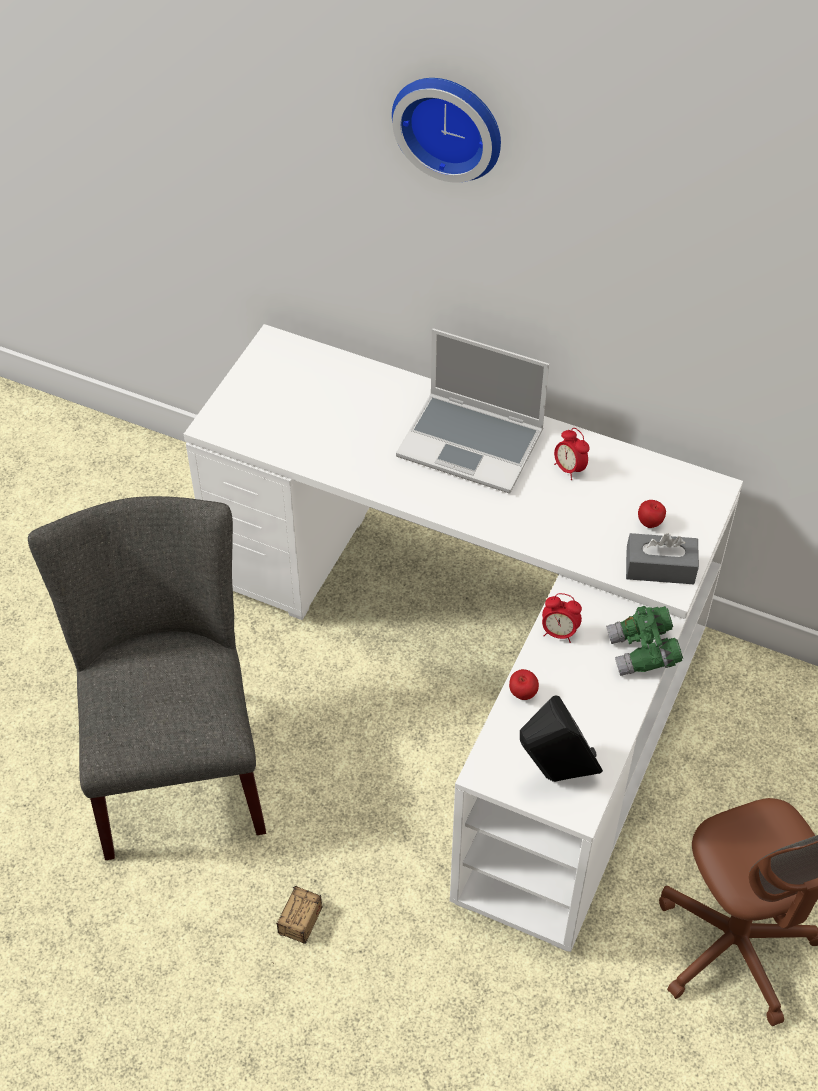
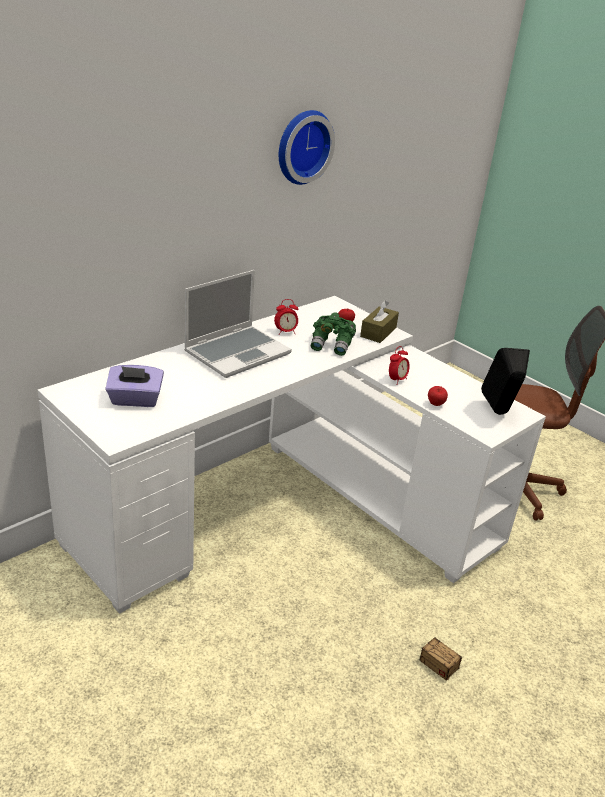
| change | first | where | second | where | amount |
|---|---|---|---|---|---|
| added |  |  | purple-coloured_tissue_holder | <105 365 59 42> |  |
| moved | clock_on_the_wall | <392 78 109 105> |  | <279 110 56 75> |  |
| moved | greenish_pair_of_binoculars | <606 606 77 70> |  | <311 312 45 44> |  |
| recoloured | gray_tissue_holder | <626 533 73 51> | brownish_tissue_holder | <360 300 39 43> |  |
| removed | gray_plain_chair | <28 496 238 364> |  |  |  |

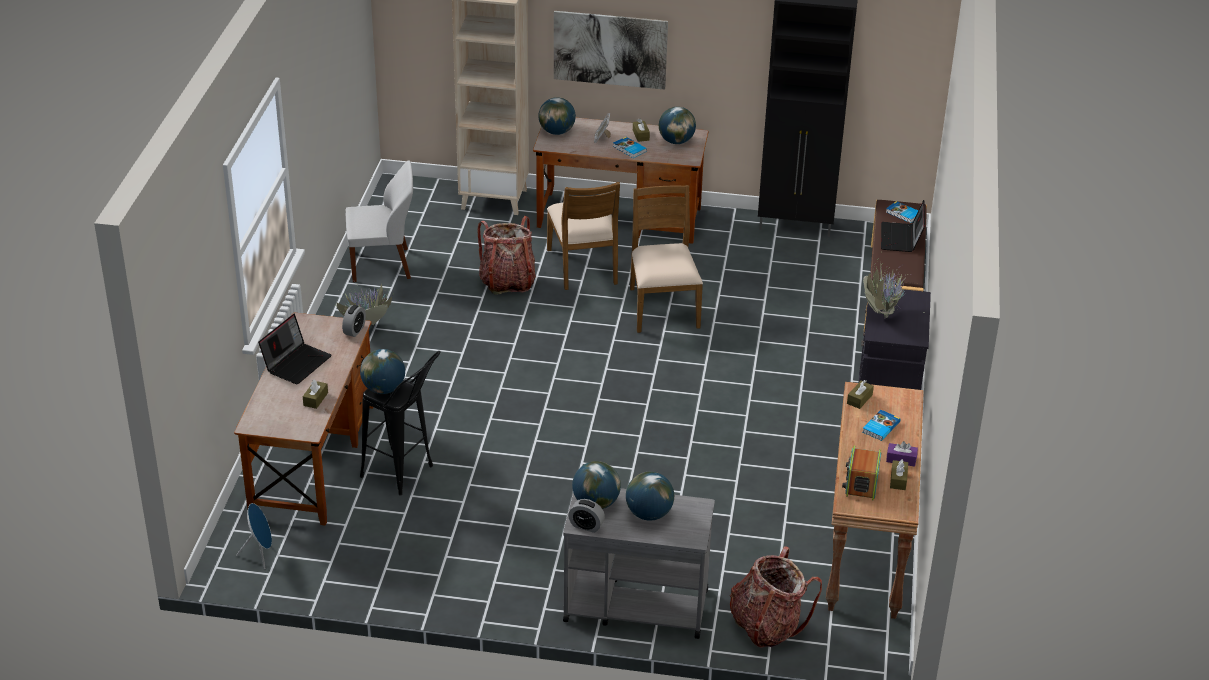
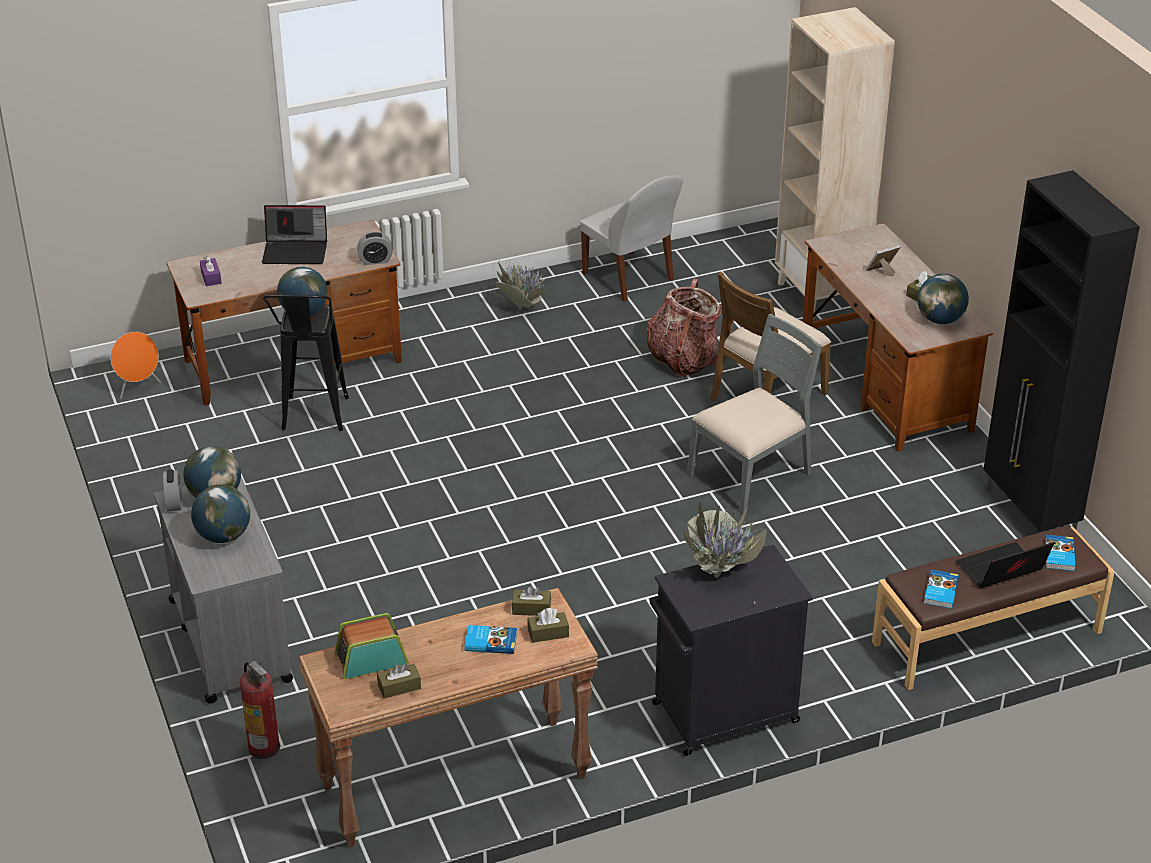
| change | first | where | second | where | amount |
|---|---|---|---|---|---|
| recoloured | blue-coloured_speaker | <236 503 36 66> | orange-coloured_speaker | <110 332 51 67> |  |
| moved | purple-coloured_tissue_holder | <886 441 32 26> |  | <200 256 22 30> |  |
| replaced | rucksack | <730 546 92 102> | fire_extinguisher | <240 661 40 98> |  |
| moved | brownish_tissue_holder | <303 379 25 30> |  | <528 608 41 35> |  |
| recoloured | brownish_plain_chair | <630 185 73 148> | gray_plain_chair | <687 314 135 201> |  |
| moved | book | <613 137 34 21> |  | <924 570 35 38> |  |
| removed | world_globe | <538 97 38 38> |  |  |  |
| removed | picture | <554 11 114 79> |  |  |  |

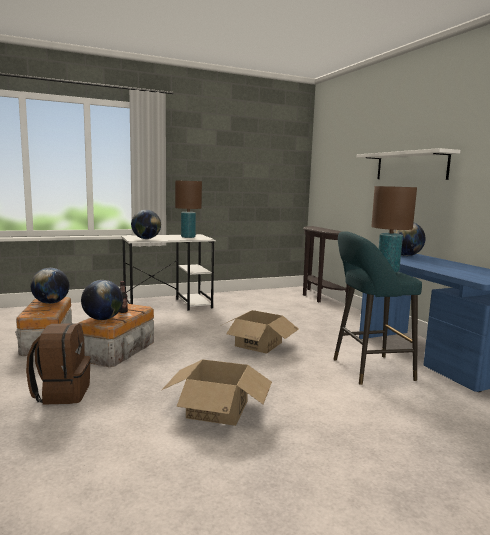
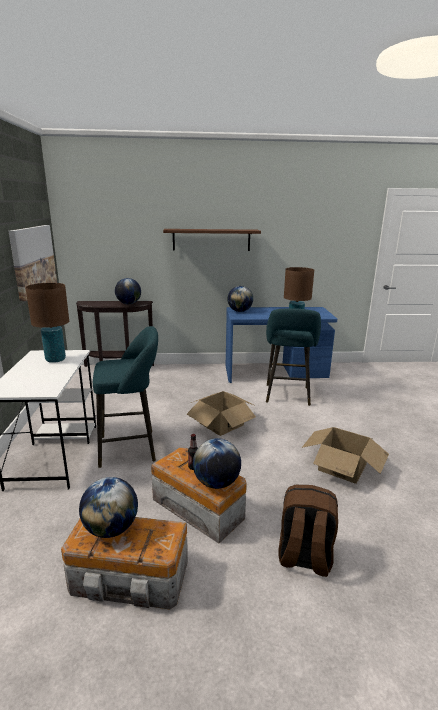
| change | first | where | second | where | amount |
|---|---|---|---|---|---|
| added |  |  | picture | <8 225 49 76> |  |
| added |  |  | blue-green_sitting_stool | <93 326 65 142> |  |
| moved | world_globe | <131 210 30 29> |  | <115 278 26 26> |  |
| recoloured | white_wall_shelf | <356 148 104 32> | brownish_wall_shelf | <163 229 98 22> |  |

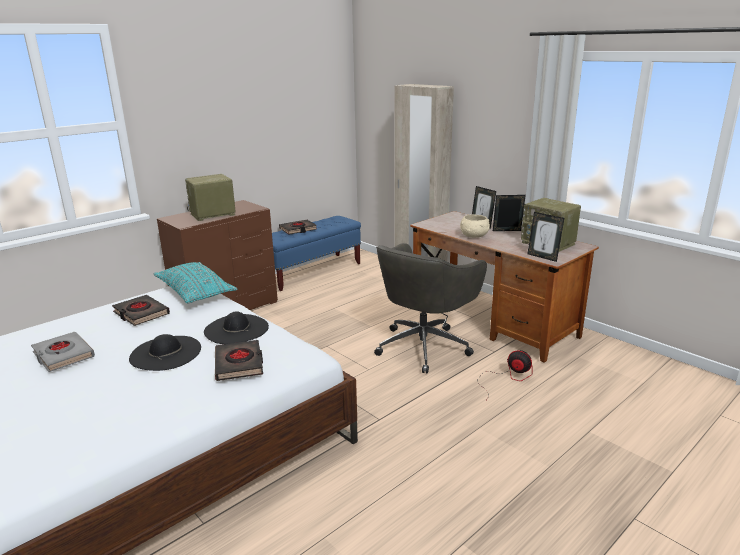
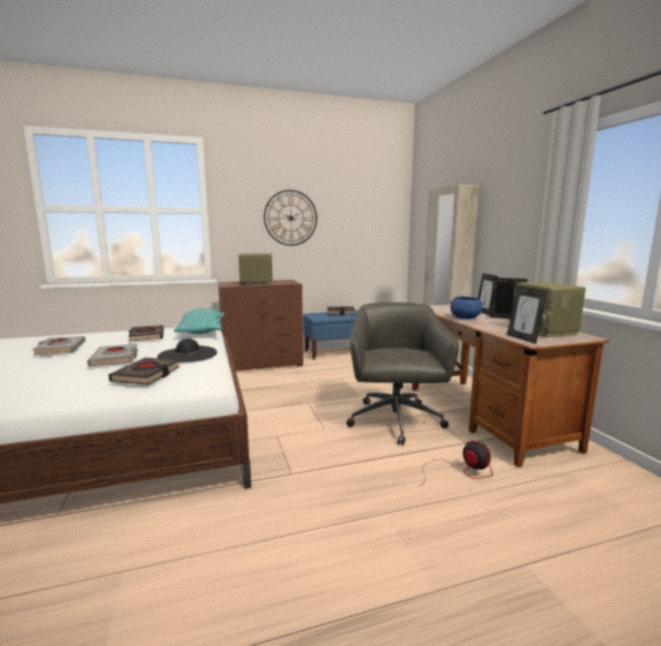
| change | first | where | second | where | amount |
|---|---|---|---|---|---|
| replaced | black_clothing_hat | <129 334 72 37> | gray_book | <87 344 51 23> |  |
| added |  |  | clock_on_the_wall | <264 190 53 56> |  |
| turned | gray_office_chair | <374 243 113 131> |  | <347 302 112 143> | 120 degrees clockwise |
| recoloured | beige-coloured_deep_dish | <460 215 30 23> | blue-coloured_deep_dish | <450 296 33 23> |  |

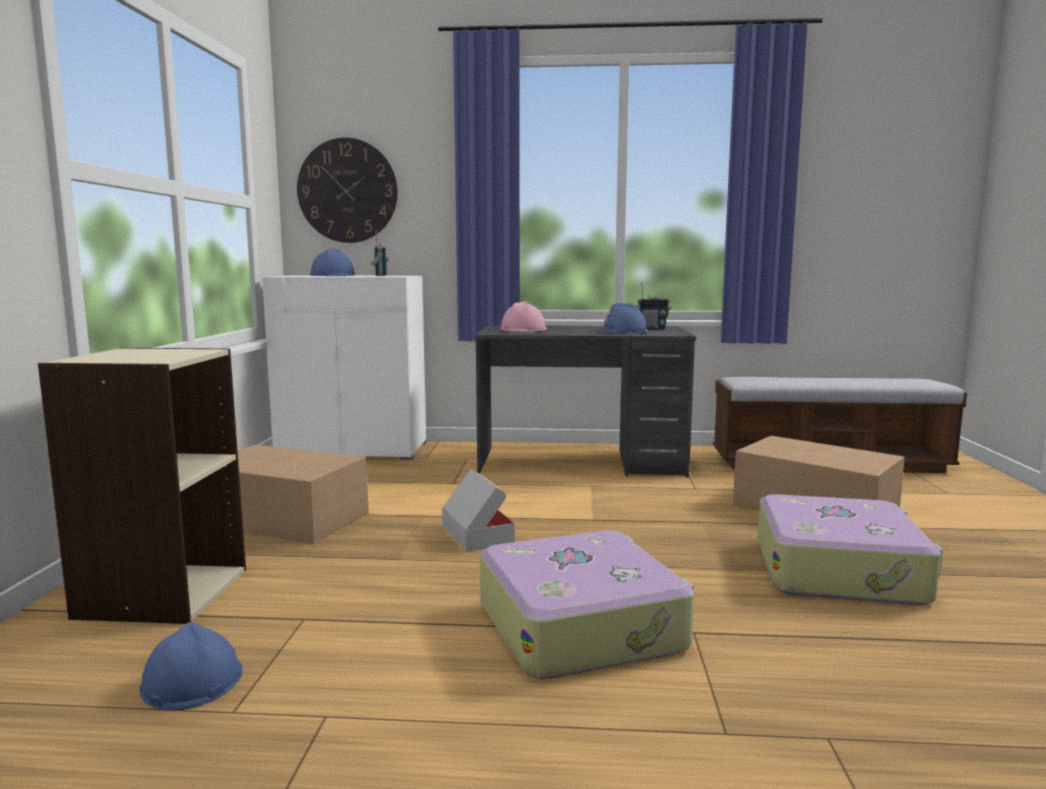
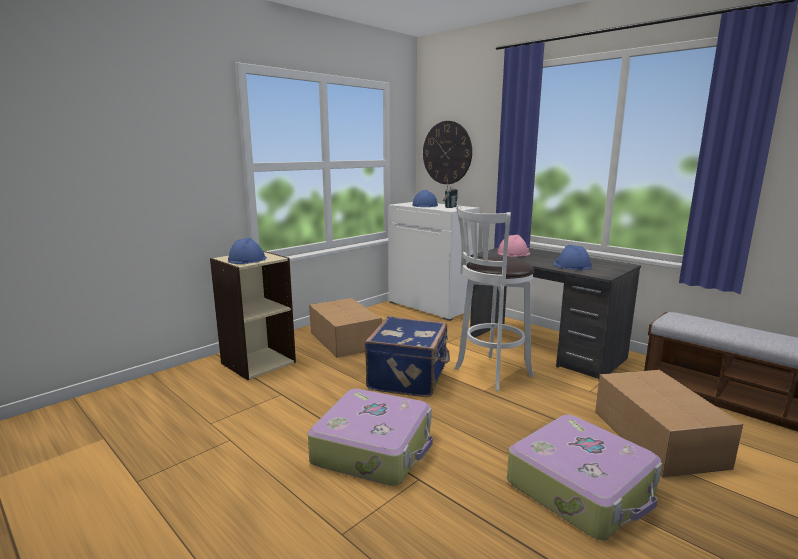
| change | first | where | second | where | amount |
|---|---|---|---|---|---|
| moved | blue-coloured_hard_hat | <140 622 103 89> |  | <228 238 39 26> |  |
| replaced | packing_box | <442 469 73 83> | blue-coloured_piece_of_luggage | <365 316 85 81> |  |
| added |  |  | white_sitting_stool | <455 205 79 186> |  |
| removed | radio_receiver | <636 282 35 48> |  |  |  |

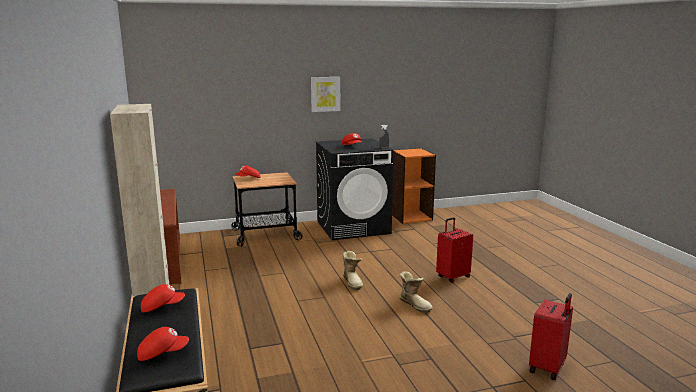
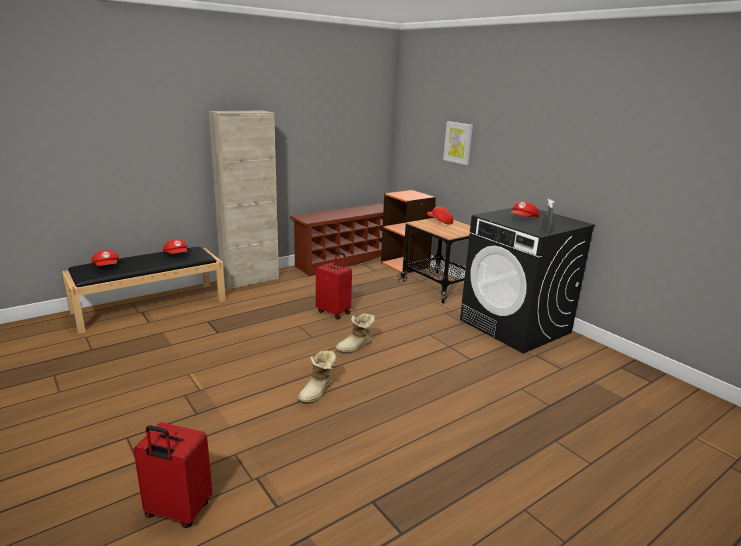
| change | first | where | second | where | amount |
|---|---|---|---|---|---|
| moved | red-coloured_piece_of_luggage | <436 217 37 66> |  | <316 251 36 69> |  |
| moved | orange-coloured_bookcase | <392 148 44 76> |  | <381 190 55 83> |  |
| moved | picture | <311 77 29 35> |  | <443 121 30 44> |  |

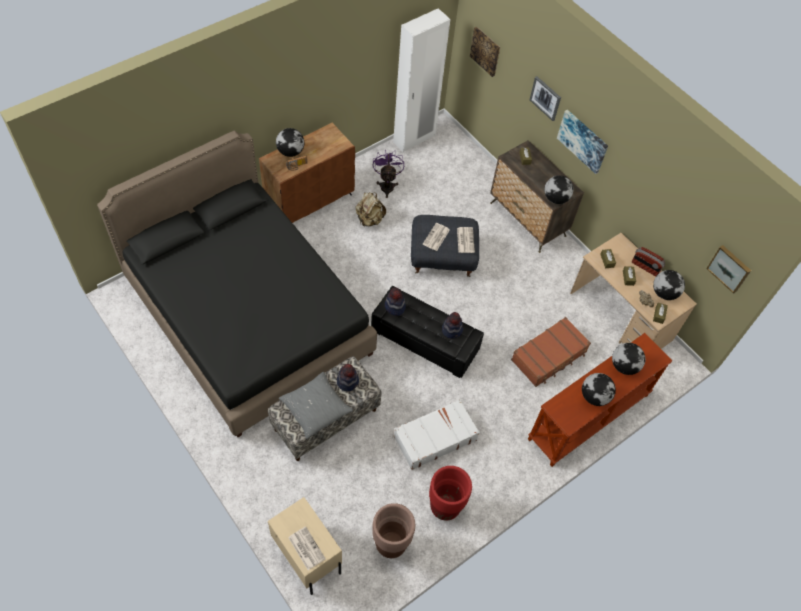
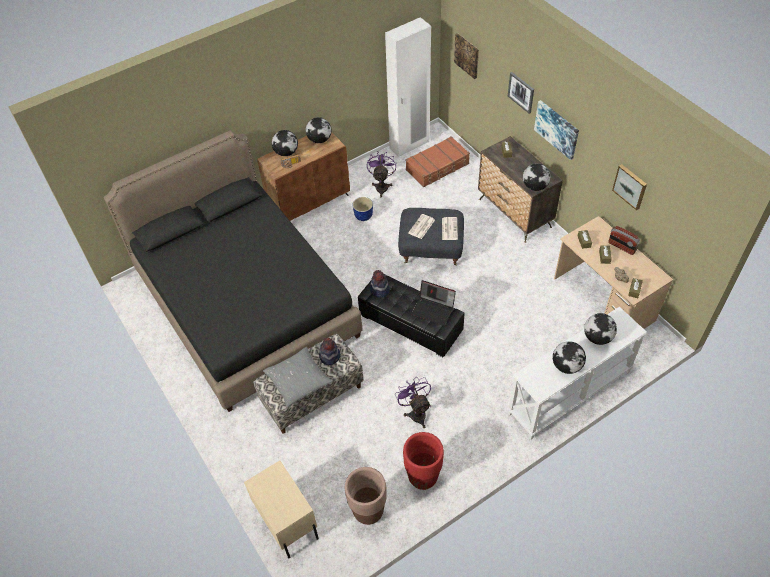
| change | first | where | second | where | amount |
|---|---|---|---|---|---|
| moved | world_globe | <653 270 32 30> |  | <306 117 26 26> |  |
| replaced | beige-coloured_rucksack | <355 192 31 35> | plant_pot | <353 197 20 24> |  |
| replaced | white_piece_of_luggage | <394 400 86 70> | purple-coloured_fan | <395 377 36 51> |  |
| moved | brownish_piece_of_luggage | <511 317 80 70> |  | <406 136 64 51> |  |
| replaced | clothing_hat | <442 312 21 27> | portable_computer | <411 280 45 46> |  |
| recoloured | brownish_hall_table | <528 333 145 134> | white_hall_table | <507 307 140 133> |  |
| moved | picture | <706 245 45 49> |  | <612 164 35 46> |  |
| removed | printed_paper | <289 526 37 44> |  |  |  |

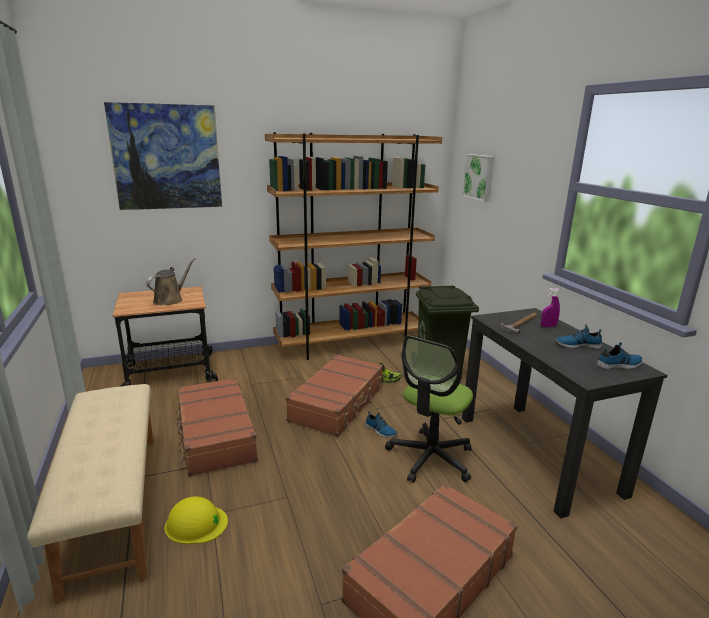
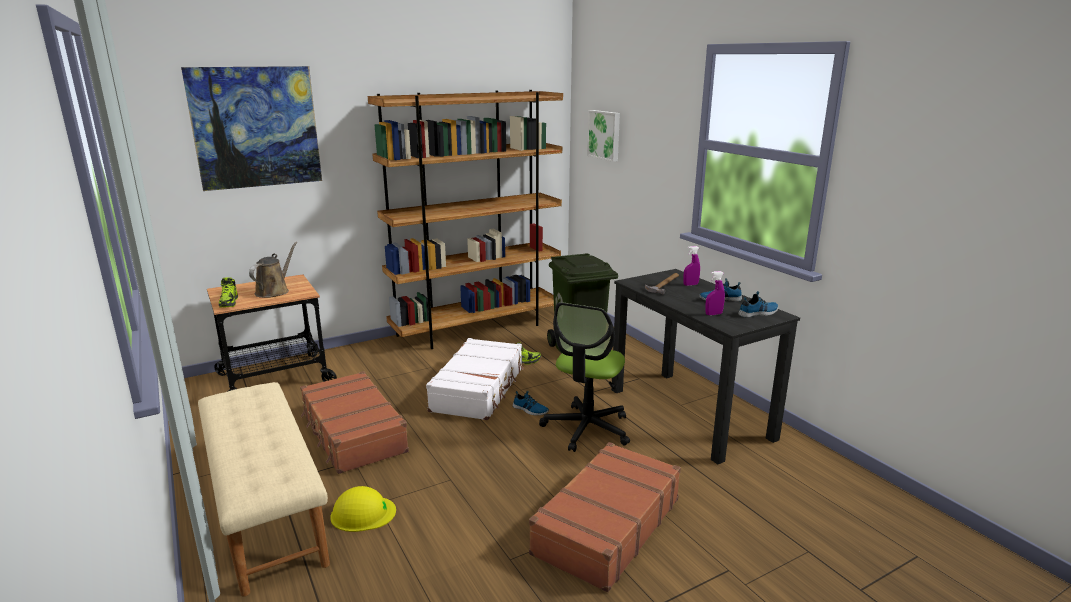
| change | first | where | second | where | amount |
|---|---|---|---|---|---|
| added |  |  | low_shoe | <219 278 19 29> |  |
| recoloured | brownish_piece_of_luggage | <286 354 97 83> | white_piece_of_luggage | <426 338 98 82> |  |
| added |  |  | purple-coloured_hand_sprayer | <705 271 20 44> |  |

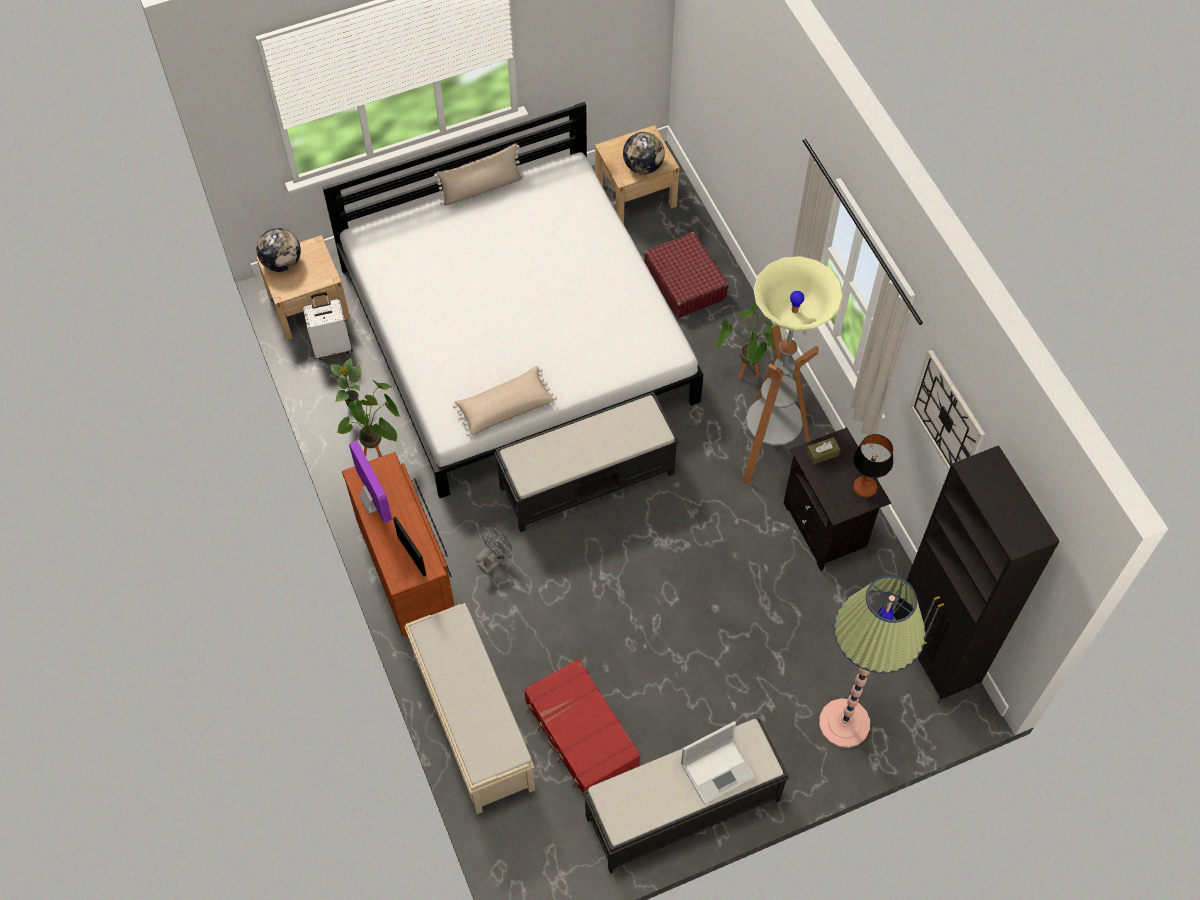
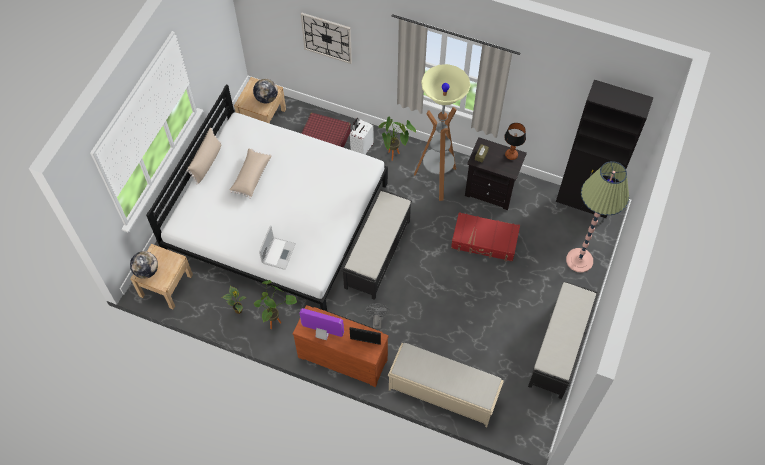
| change | first | where | second | where | amount |
|---|---|---|---|---|---|
| moved | beige-coloured_pillow | <453 366 104 70> |  | <229 148 43 51> |  |
| moved | portable_computer | <681 721 75 84> |  | <259 225 37 45> |  |
| moved | clock_on_the_wall | <910 350 75 120> |  | <301 13 51 51> |  |
| moved | white_piece_of_luggage | <303 292 50 67> |  | <350 118 24 36> |  |
| moved | red-coloured_piece_of_luggage | <524 658 117 138> |  | <451 212 69 50> |  |

